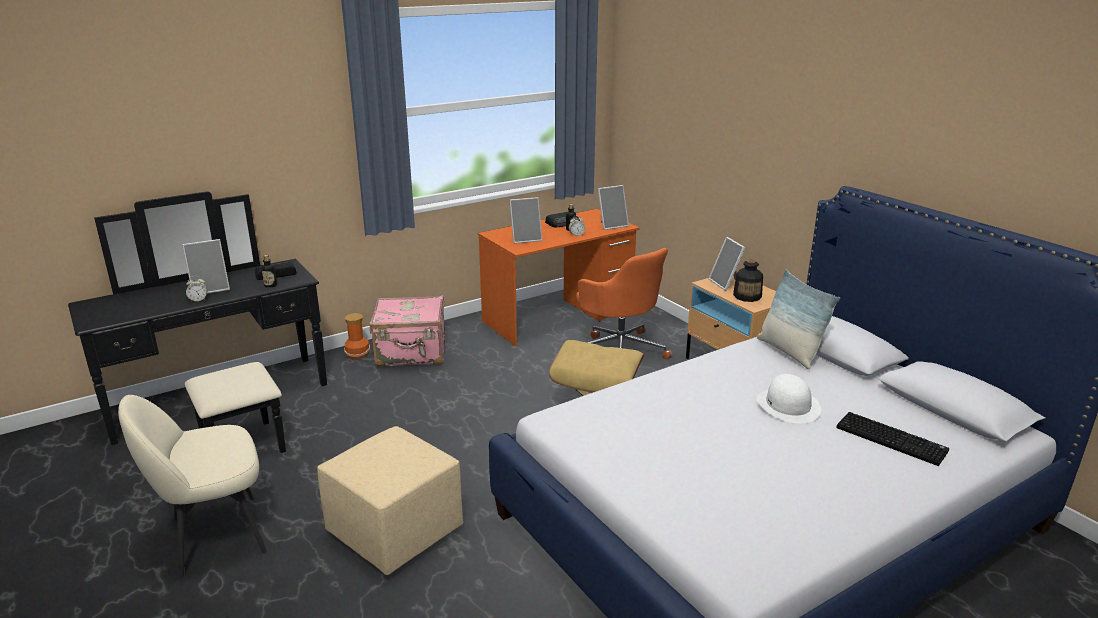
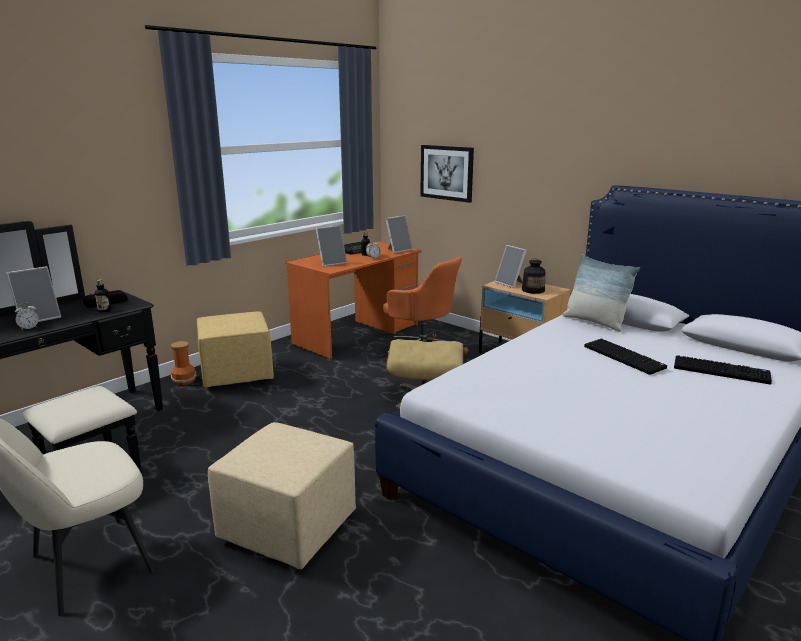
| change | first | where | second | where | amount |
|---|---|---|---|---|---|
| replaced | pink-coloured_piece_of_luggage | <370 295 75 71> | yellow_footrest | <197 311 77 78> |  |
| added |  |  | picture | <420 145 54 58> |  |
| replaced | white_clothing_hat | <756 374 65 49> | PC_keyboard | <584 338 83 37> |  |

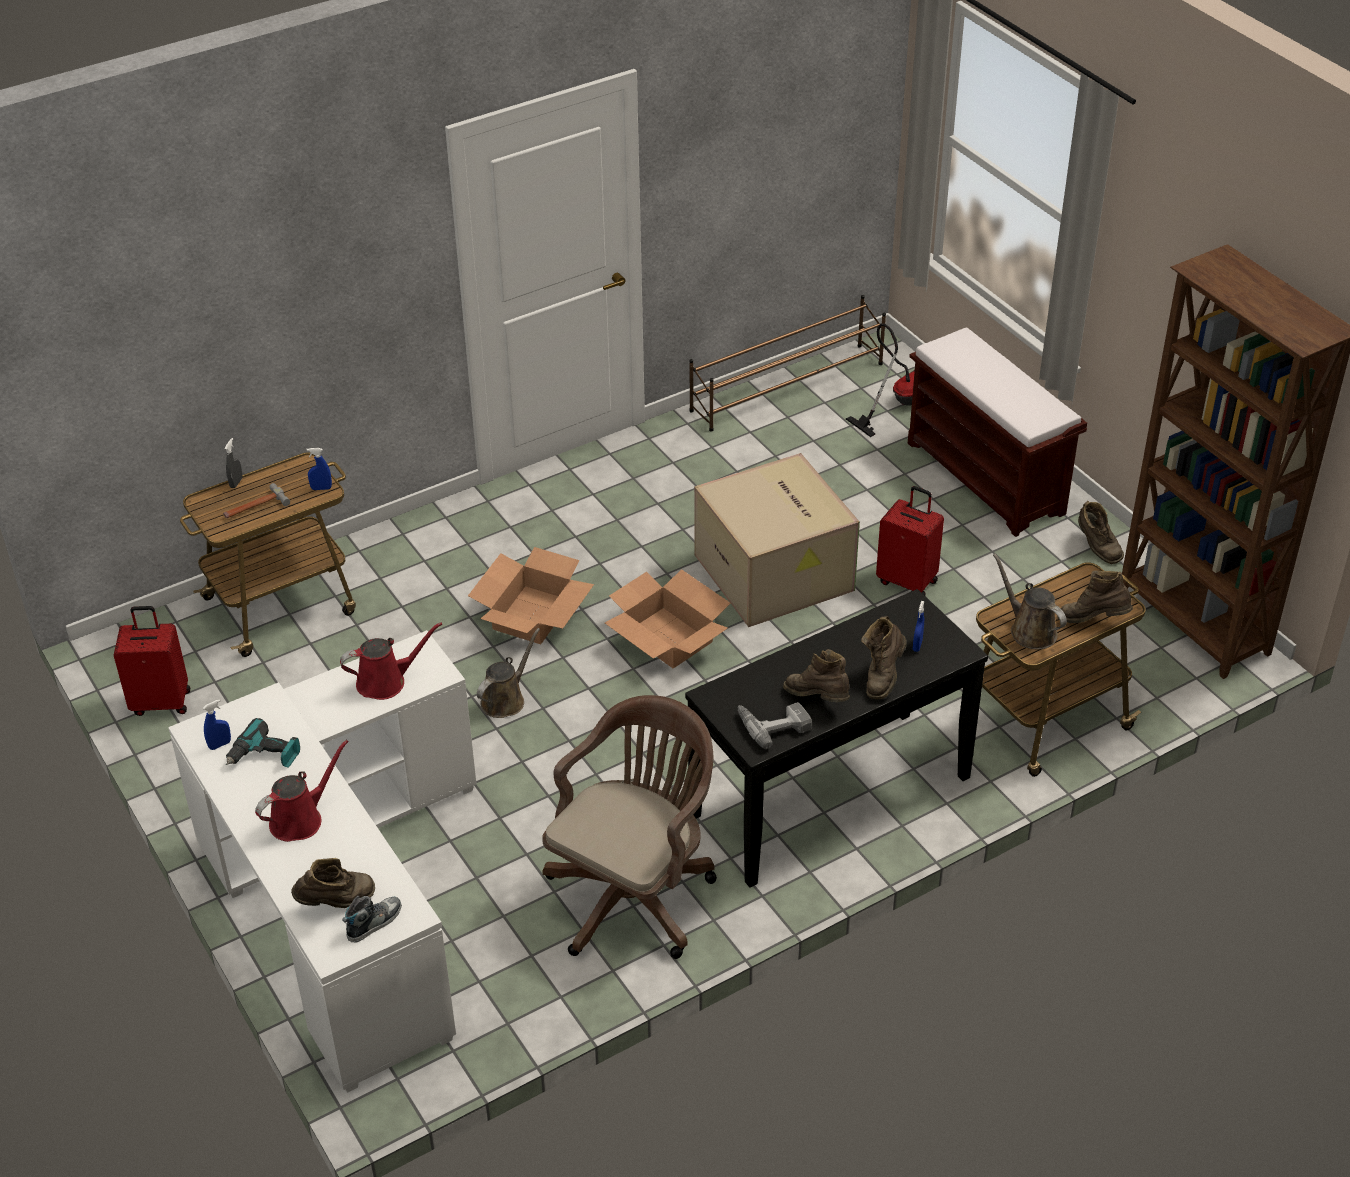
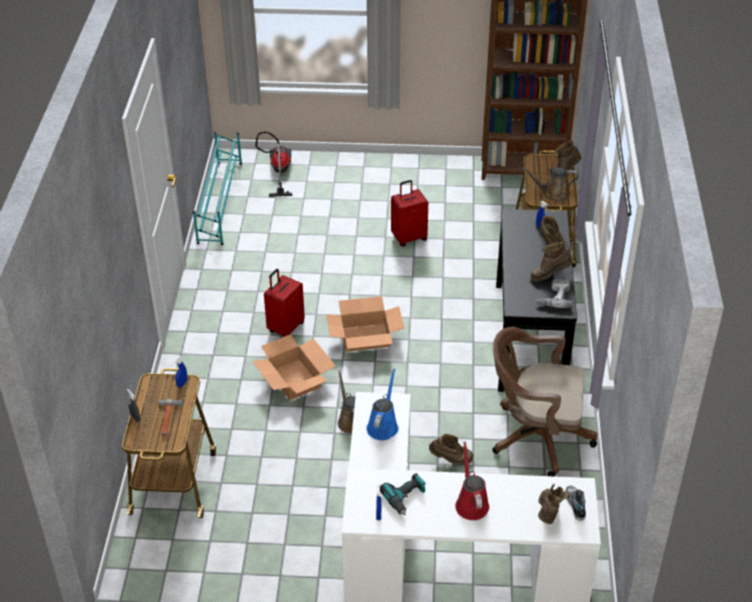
| change | first | where | second | where | amount |
|---|---|---|---|---|---|
| recoloured | brownish_shoe_shelf | <689 295 197 137> | blue-green_shoe_shelf | <193 131 49 114> |  |
| moved | red-coloured_piece_of_luggage | <114 606 76 110> |  | <264 269 41 68> |  |
| recoloured | red-coloured_watering_can | <340 622 102 78> | blue-coloured_watering_can | <366 369 32 71> |  |
| moved | brownish_tall_boot | <1078 501 46 63> |  | <429 434 45 31> |  |
| turned | brownish_office_chair | <542 695 175 264> |  | <492 327 105 149> | 60 degrees counterclockwise |
| removed | packing_box | <694 453 166 174> |  |  |  |
| removed | brownish_indoor_bench | <908 327 179 210> |  |  |  |

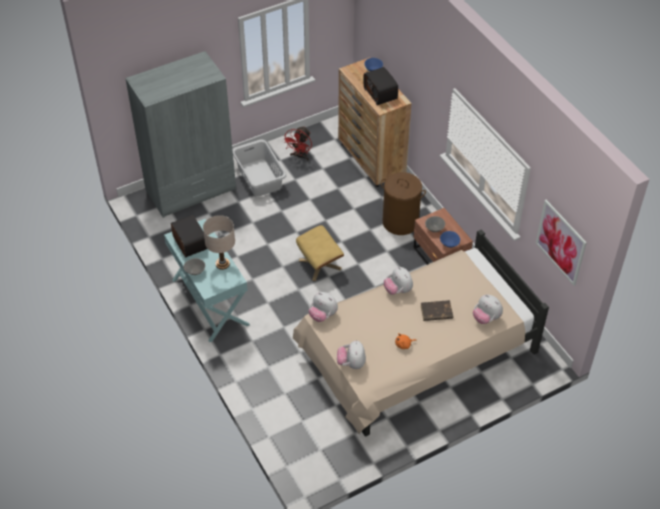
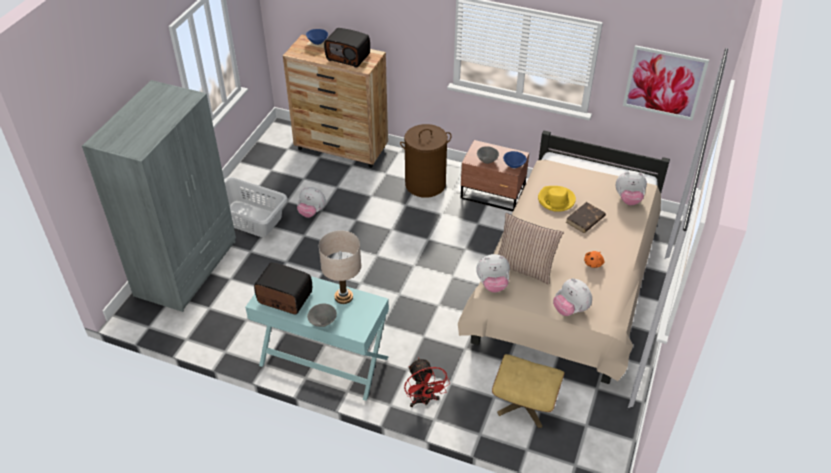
| change | first | where | second | where | amount |
|---|---|---|---|---|---|
| moved | plush_toy | <384 267 29 28> |  | <297 187 29 31> |  |
| moved | red-coloured_fan | <283 126 29 35> |  | <404 358 46 49> |  |
| moved | beige-coloured_footrest | <296 225 48 56> |  | <492 354 73 74> |  |
| added |  |  | pillow | <497 213 67 72> |  |
| added |  |  | yellow_clothing_hat | <538 186 38 26> |  |

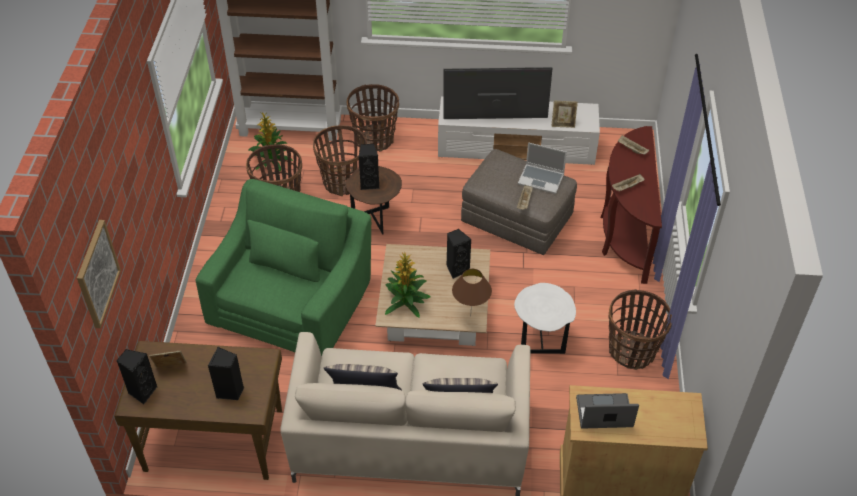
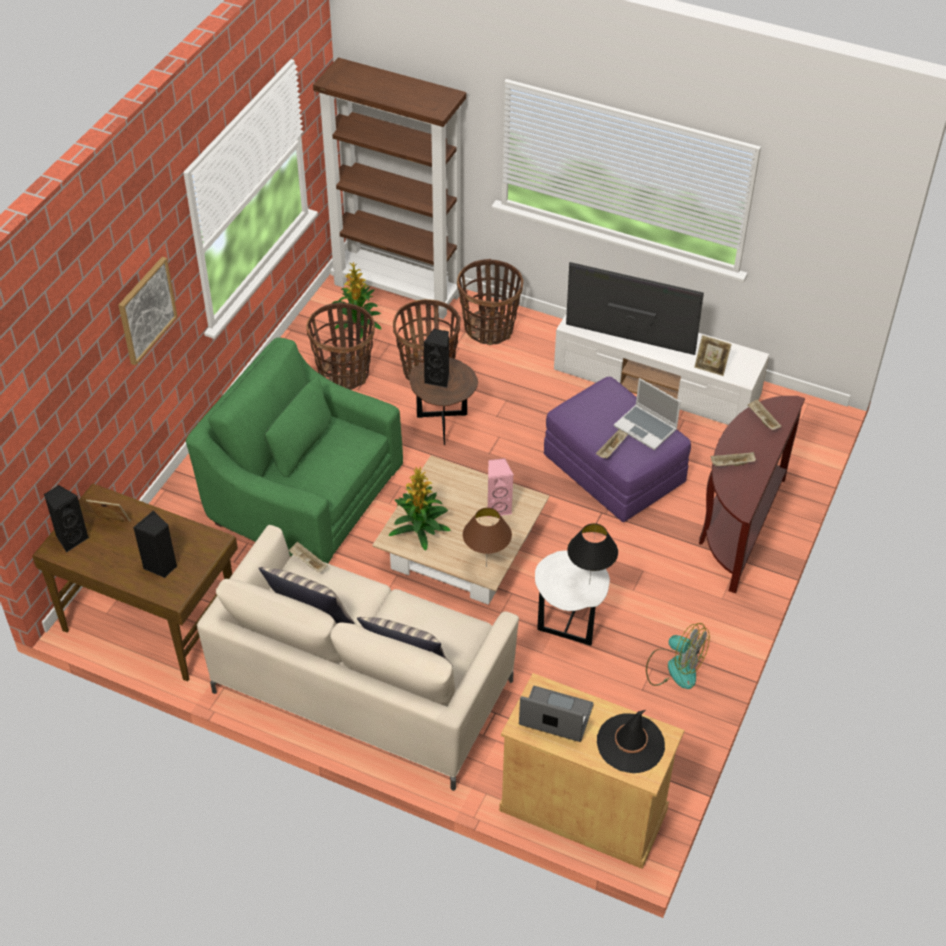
| change | first | where | second | where | amount |
|---|---|---|---|---|---|
| moved | picture | <77 220 44 108> |  | <118 257 59 108> |  |
| turned | greenish_easy_chair | <195 179 176 177> |  | <186 337 217 226> | 105 degrees counterclockwise |
| added |  |  | beige-coloured_carrying_tray | <289 541 39 31> |  |
| recoloured | black_speaker | <447 229 24 50> | pink-coloured_speaker | <487 458 27 59> |  |
| recoloured | gray_footrest | <461 149 116 106> | purple-coloured_footrest | <544 377 147 145> |  |
| added |  |  | black_tabletop_lamp | <567 523 51 61> |  |
| added |  |  | black_clothing_hat | <597 710 68 63> |  |
| replaced | basket | <609 289 63 81> | fan | <646 623 64 66> |  |

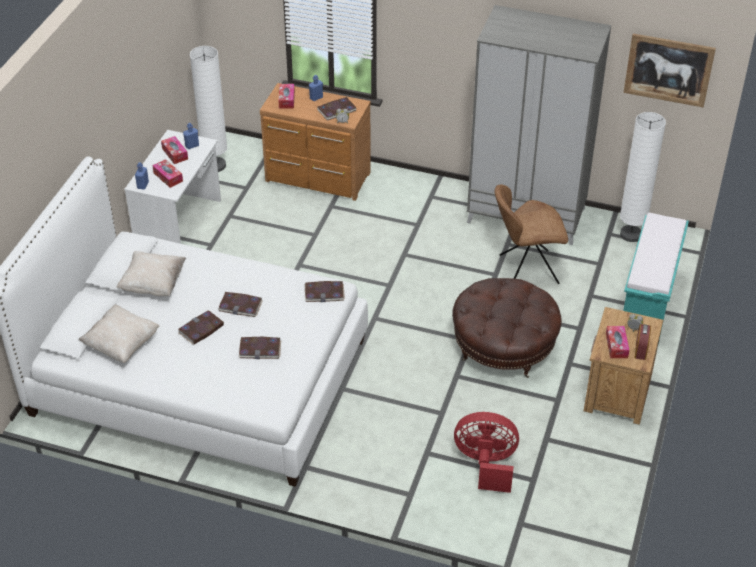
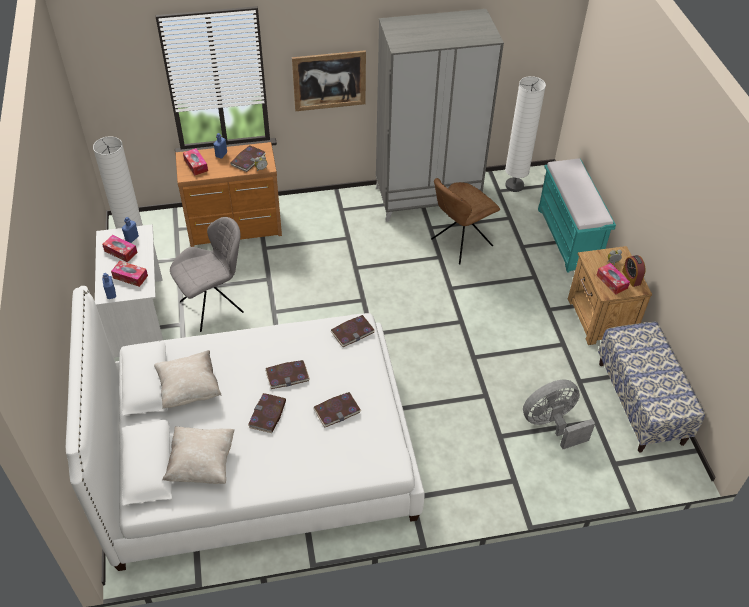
| change | first | where | second | where | amount |
|---|---|---|---|---|---|
| added |  |  | gray_plain_chair | <170 217 74 115> |  |
| moved | picture | <623 34 93 73> |  | <292 50 74 61> |  |
| recoloured | red-coloured_fan | <454 412 65 81> | gray_fan | <523 380 72 69> |  |
| added |  |  | indoor_bench | <598 322 107 130> |  |
| removed | brownish_footrest | <452 278 110 100> |  |  |  |

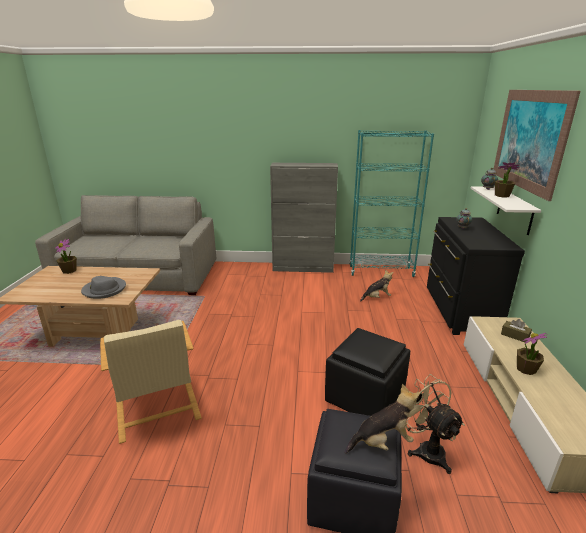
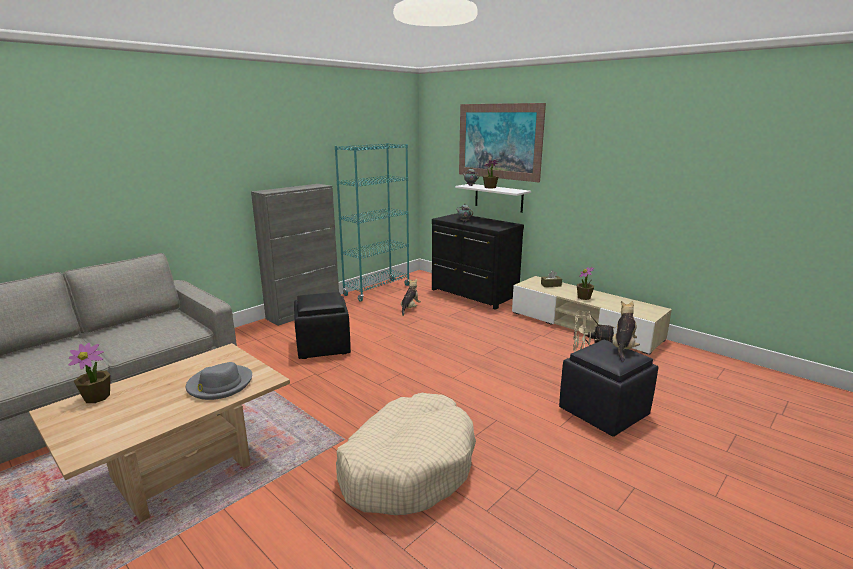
| change | first | where | second | where | amount |
|---|---|---|---|---|---|
| moved | black_footrest | <325 328 85 88> |  | <294 292 57 67> |  |
| replaced | beige-coloured_easy_chair | <100 320 102 124> | beige-coloured_dog_cushion | <336 393 140 122> |  |

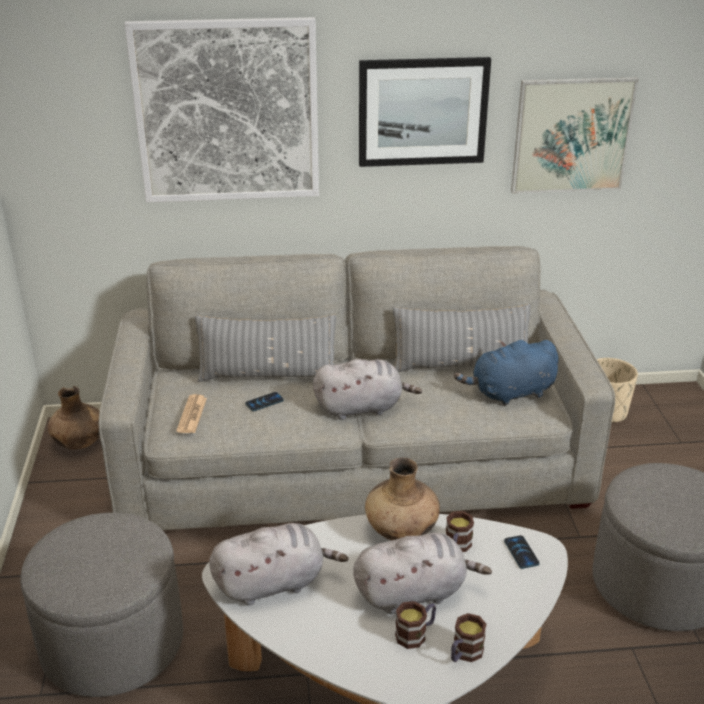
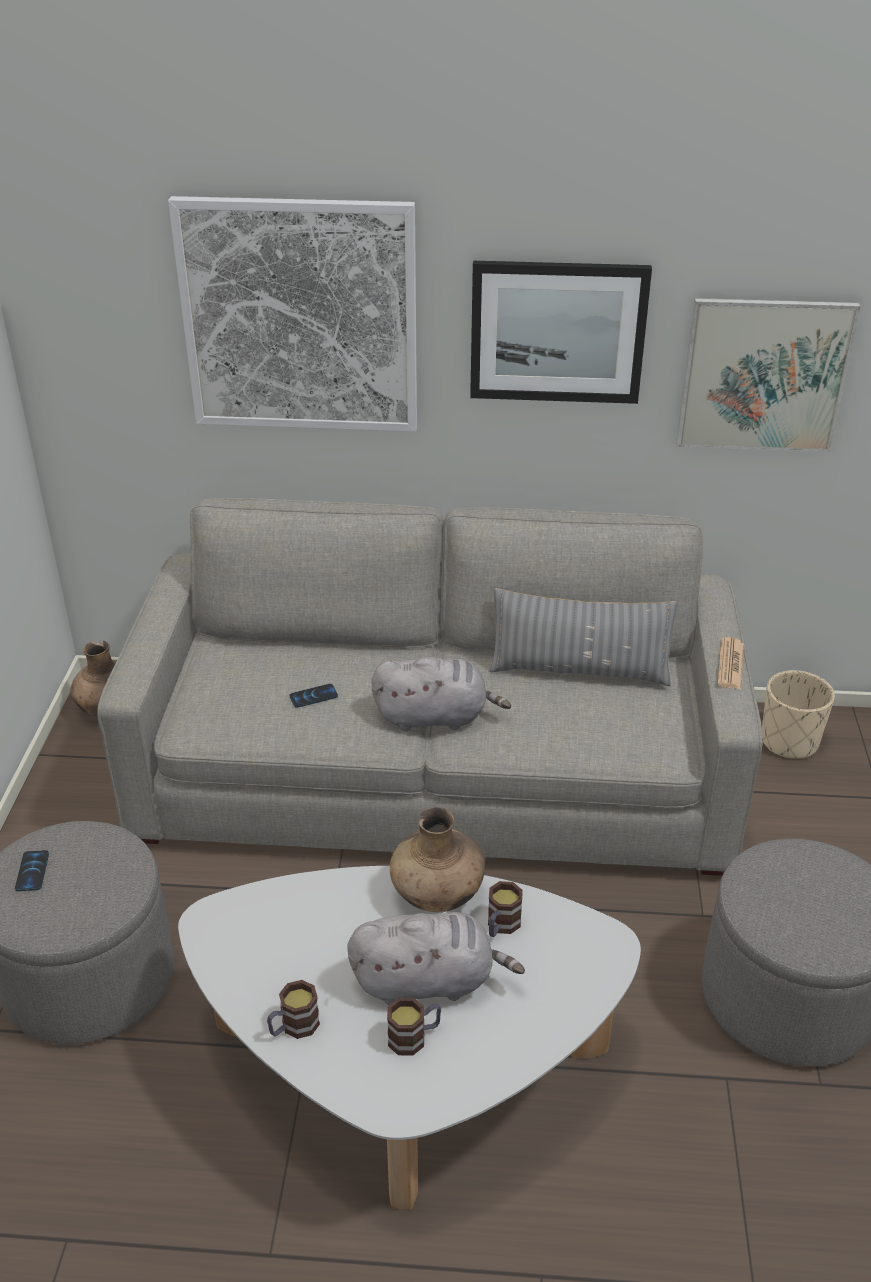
| change | first | where | second | where | amount |
|---|---|---|---|---|---|
| moved | handset | <504 535 36 34> |  | <15 850 34 41> |  |
| moved | tea_mug | <451 613 36 49> |  | <267 980 53 59> |  |
| moved | printed_paper | <176 394 31 39> |  | <717 637 27 52> |  |
| removed | gray_pillow | <195 315 141 67> |  |  |  |
| removed | gray_plush_toy | <209 523 139 83> |  |  |  |
| removed | blue-coloured_plush_toy | <454 340 105 66> |  |  |  |

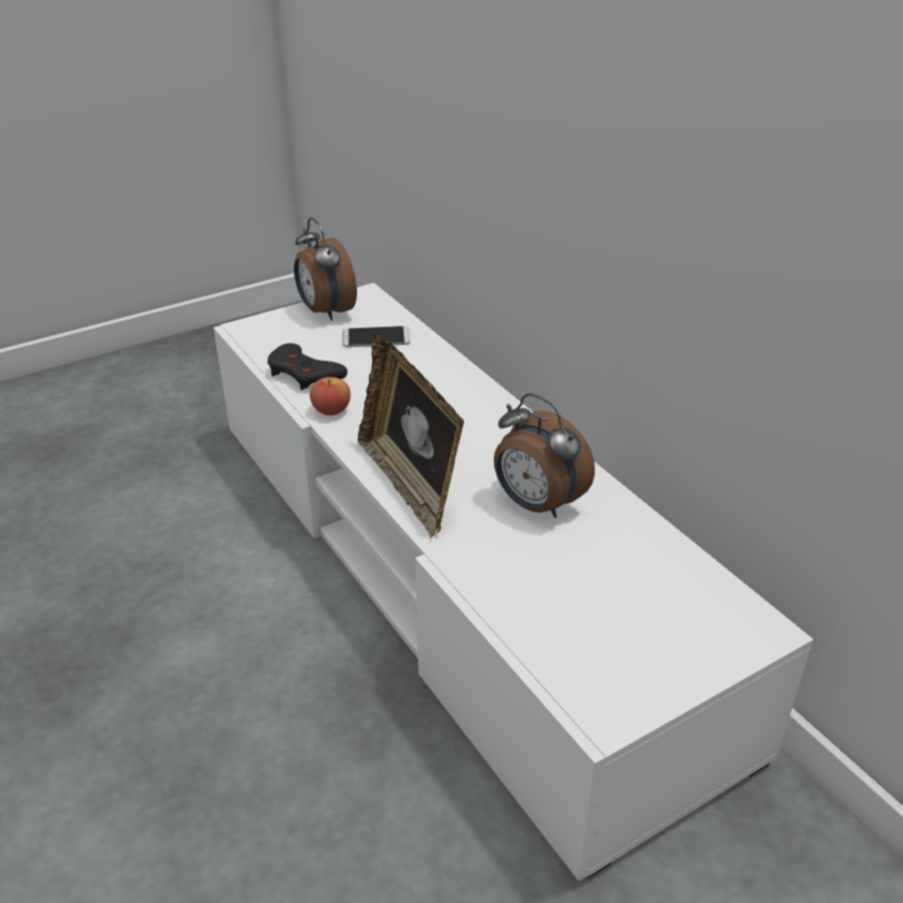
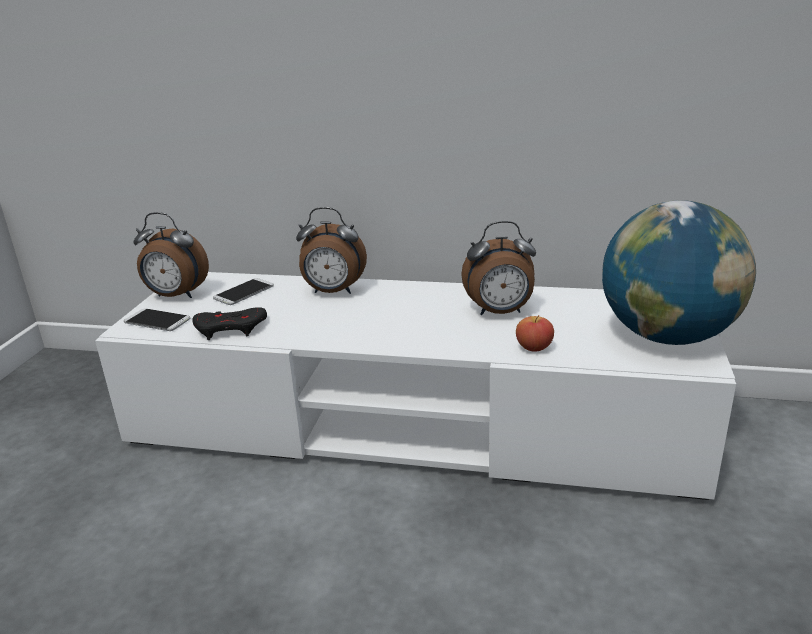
| change | first | where | second | where | amount |
|---|---|---|---|---|---|
| added |  |  | handset | <124 308 66 23> |  |
| added |  |  | alarm_clock | <296 207 71 87> |  |
| moved | whole_apple | <310 377 41 38> |  | <516 315 38 37> |  |
| added |  |  | world_globe | <602 200 154 145> |  |
| removed | photo_frame | <358 334 106 205> |  |  |  |

